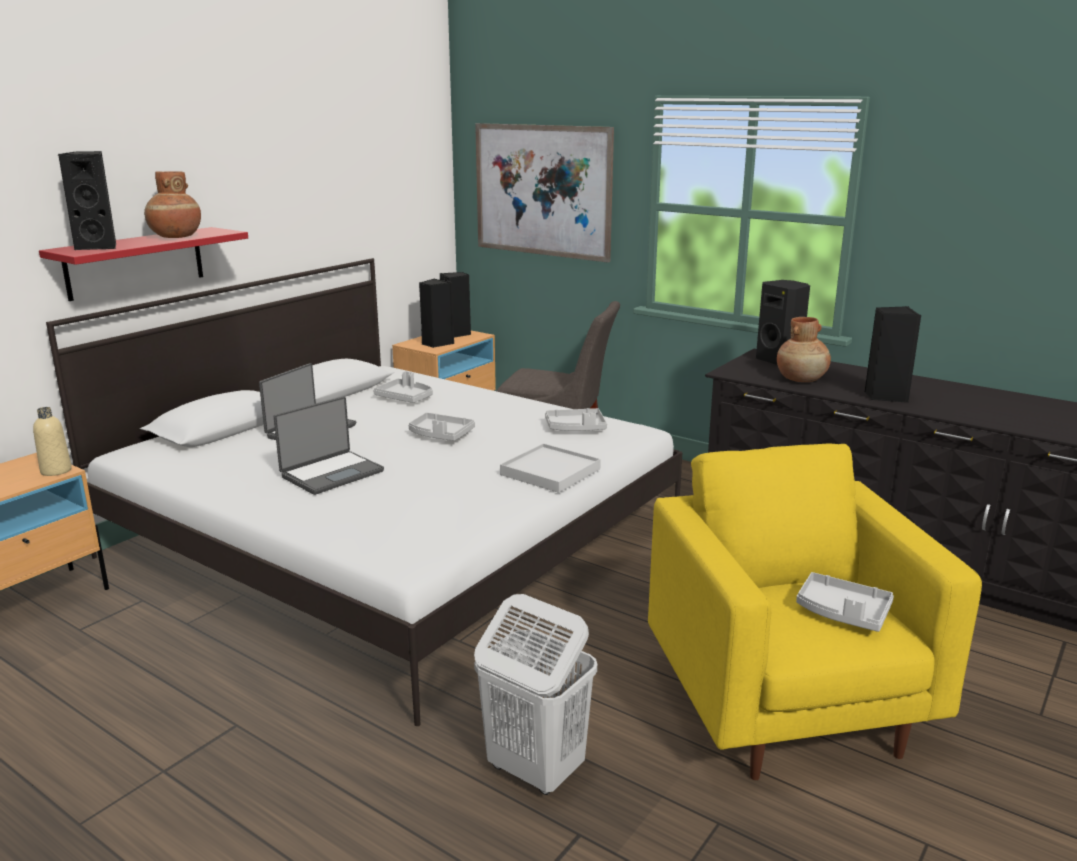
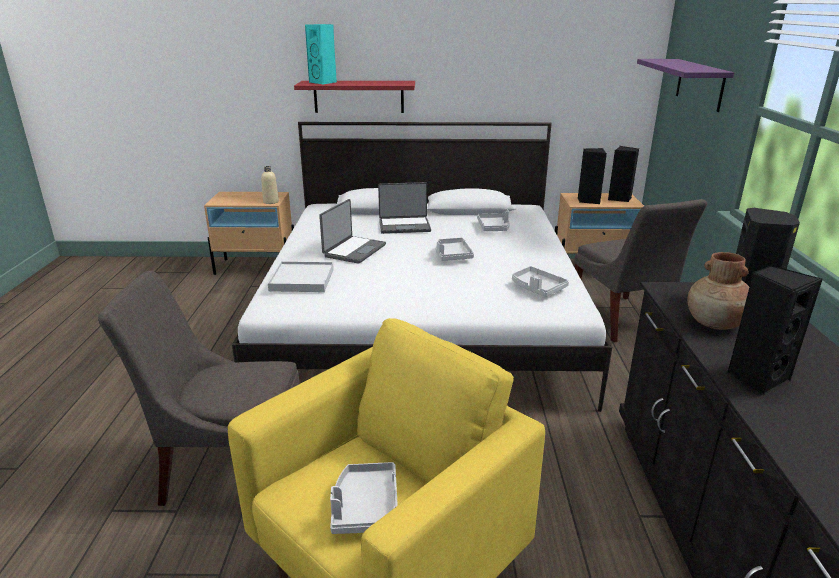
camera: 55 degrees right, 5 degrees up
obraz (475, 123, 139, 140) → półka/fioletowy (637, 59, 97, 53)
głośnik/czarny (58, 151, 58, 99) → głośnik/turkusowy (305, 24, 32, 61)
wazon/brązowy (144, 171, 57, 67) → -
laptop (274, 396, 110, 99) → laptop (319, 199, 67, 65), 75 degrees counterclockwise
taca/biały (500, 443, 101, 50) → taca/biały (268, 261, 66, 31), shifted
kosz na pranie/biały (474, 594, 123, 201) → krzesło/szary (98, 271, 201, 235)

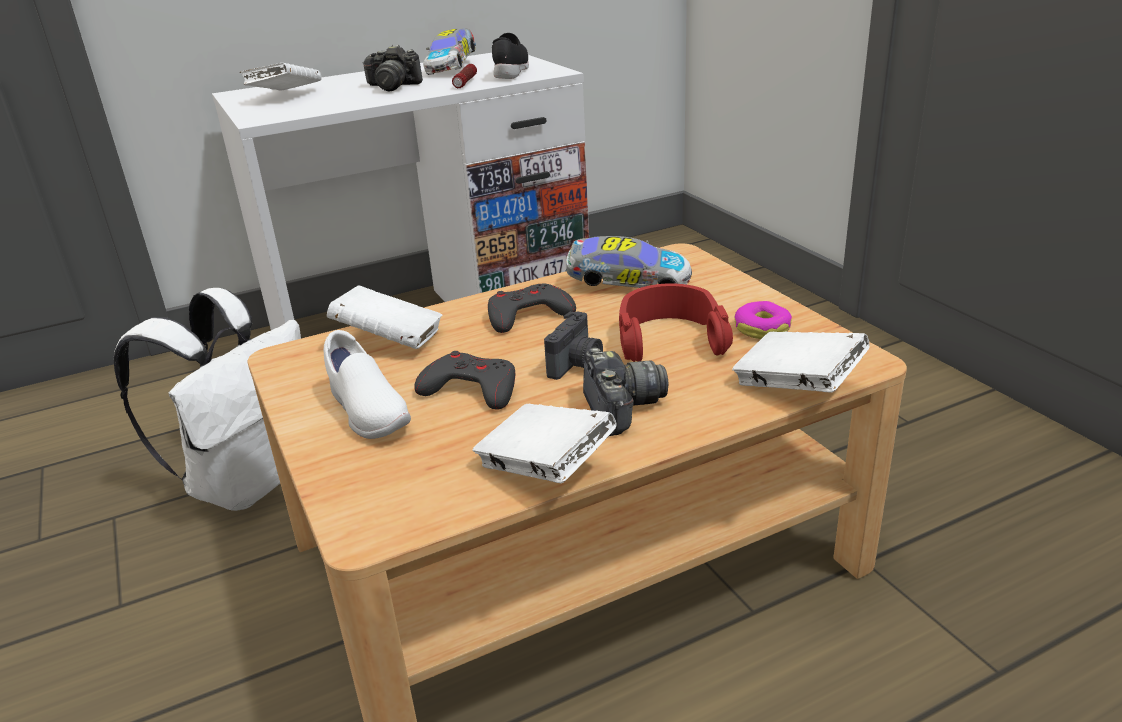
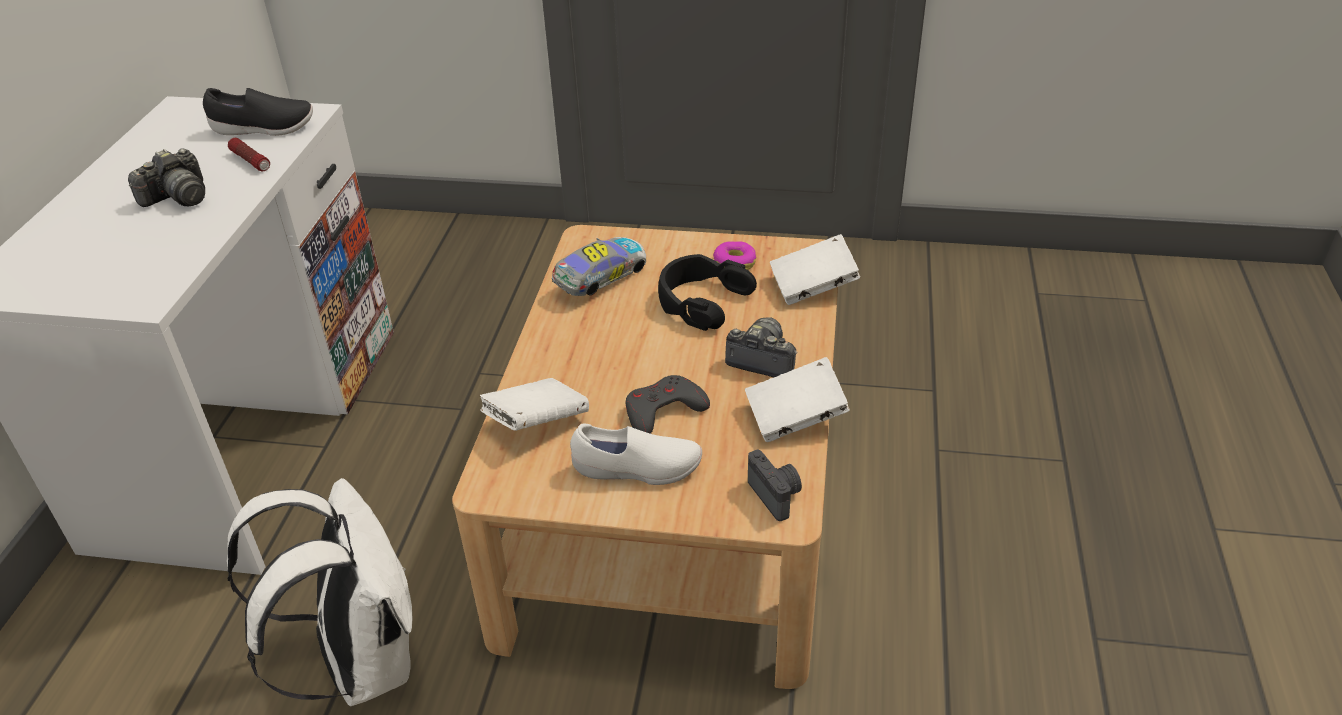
camera: 55 degrees left, 10 degrees up
samochodzik (423, 28, 53, 47) → -
but/czarny (492, 33, 37, 46) → but/czarny (203, 88, 110, 48), 135 degrees clockwise
książka/biały (240, 63, 82, 27) → -
słuchawki/czerwony (619, 283, 114, 79) → słuchawki/czarny (658, 254, 99, 77)
pad do gier/szary (488, 284, 88, 49) → -
aparat fotograficzny (544, 311, 59, 69) → aparat fotograficzny (748, 450, 54, 71), shifted

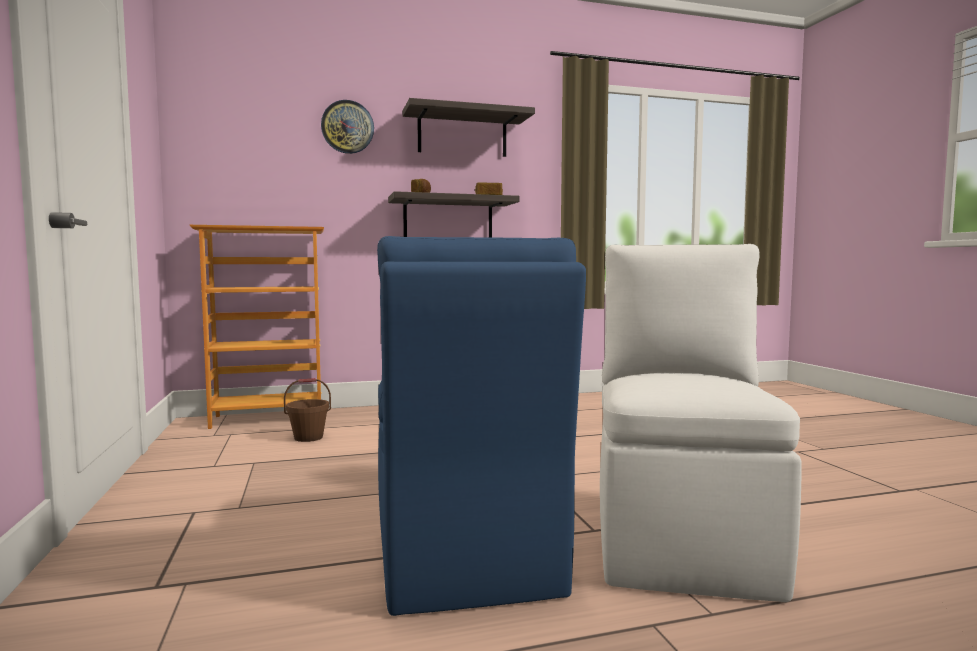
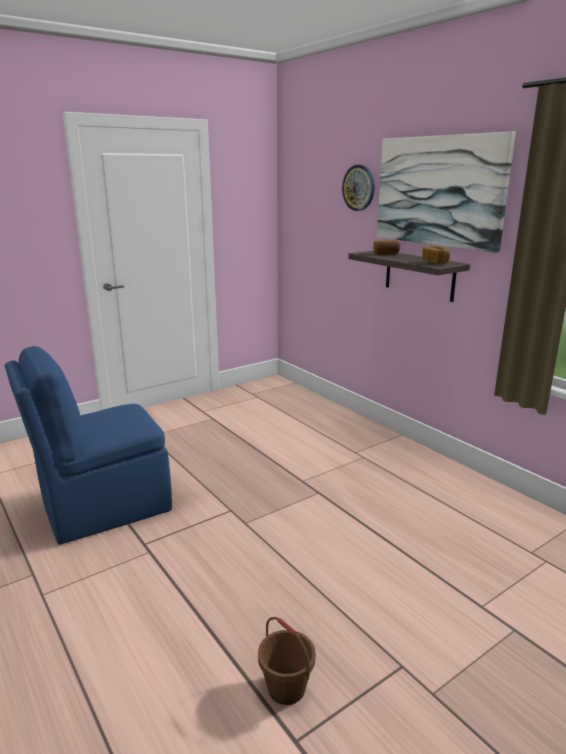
camera: 70 degrees right, 15 degrees up
półka (403, 98, 132, 59) → obraz (377, 131, 139, 122)
regał (190, 225, 134, 204) → -
krzesło/biały (600, 244, 202, 358) → -
wiadro/brązowy (284, 378, 47, 64) → wiadro/brązowy (258, 617, 58, 88), shifted

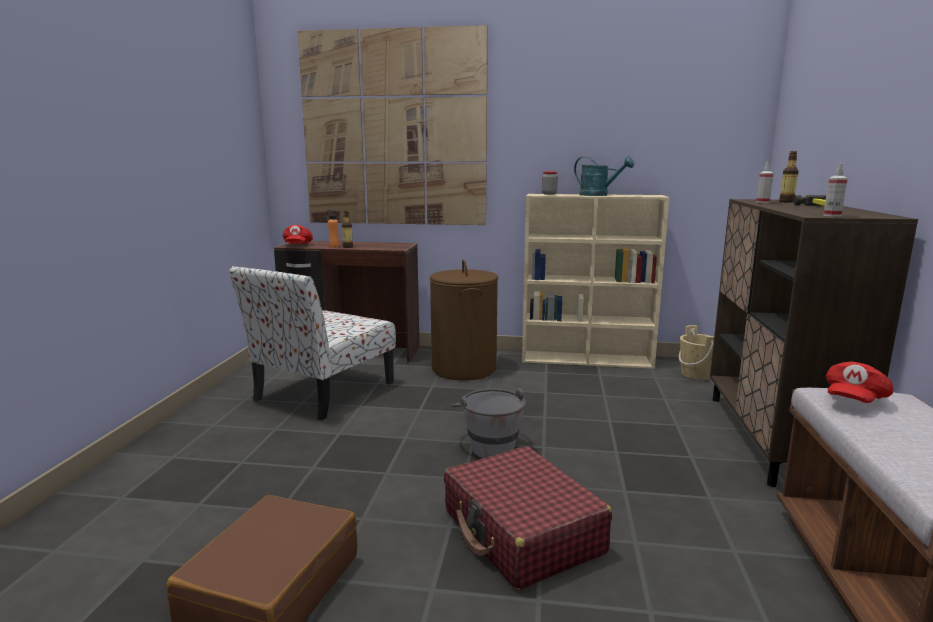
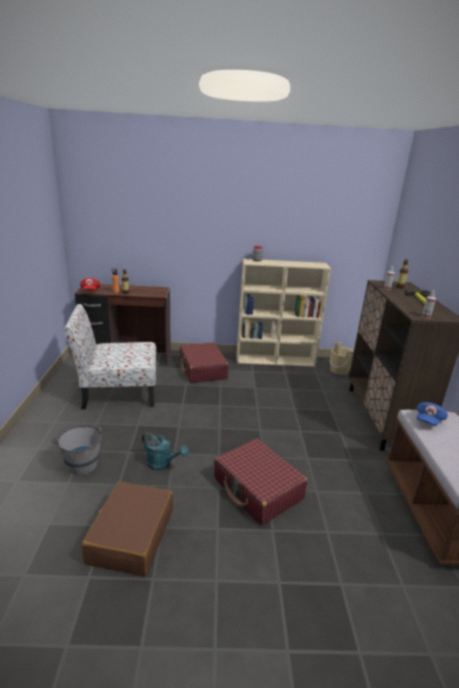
camera: 10 degrees left, 10 degrees up
obraz (298, 25, 190, 200) → -
konewka/turkusowy (574, 156, 60, 40) → konewka/turkusowy (142, 432, 47, 38), shifted
kosz na pranie/brązowy (430, 259, 69, 121) → walizka/czerwony (180, 342, 49, 41)
krzesło (229, 266, 167, 155) → krzesło (64, 304, 92, 105), 60 degrees clockwise
czapka z daszkiem/czerwony (826, 361, 67, 42) → czapka z daszkiem/niebieski (416, 402, 32, 24)
wiadro/szary (451, 388, 75, 70) → wiadro/szary (51, 425, 51, 50), shifted

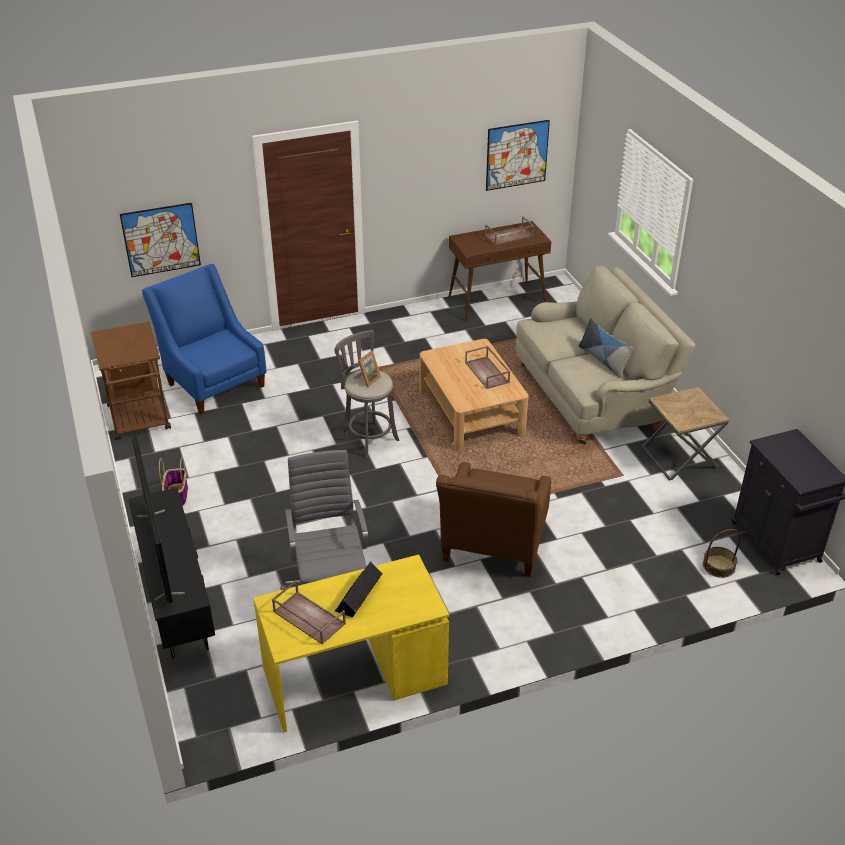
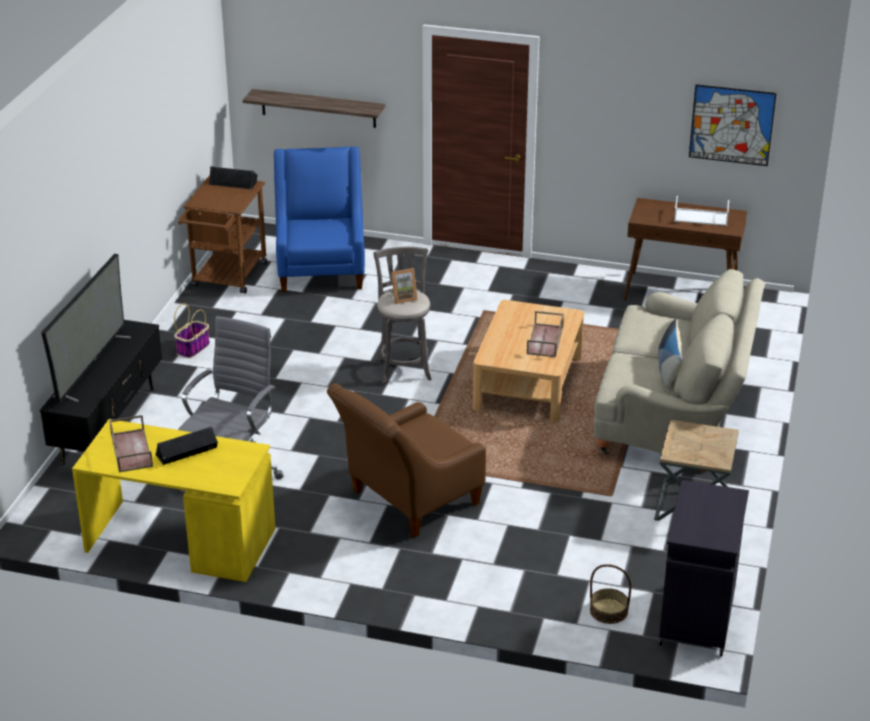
camera: 35 degrees right, 5 degrees down
obraz (120, 203, 81, 74) → półka (243, 89, 142, 39)
taca/brązowy (485, 216, 49, 29) → taca/biały (674, 196, 55, 30)
- → głośnik/czarny (209, 166, 48, 24)

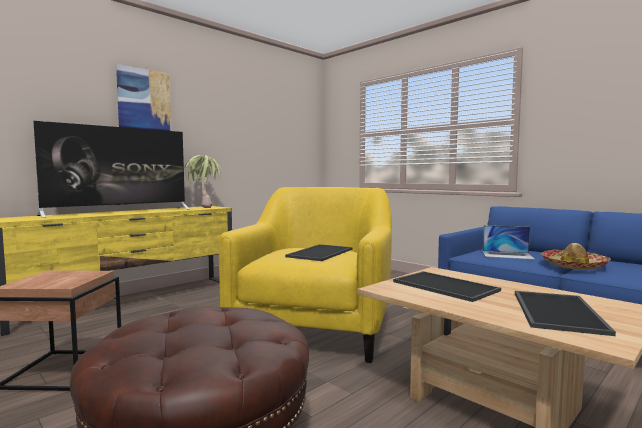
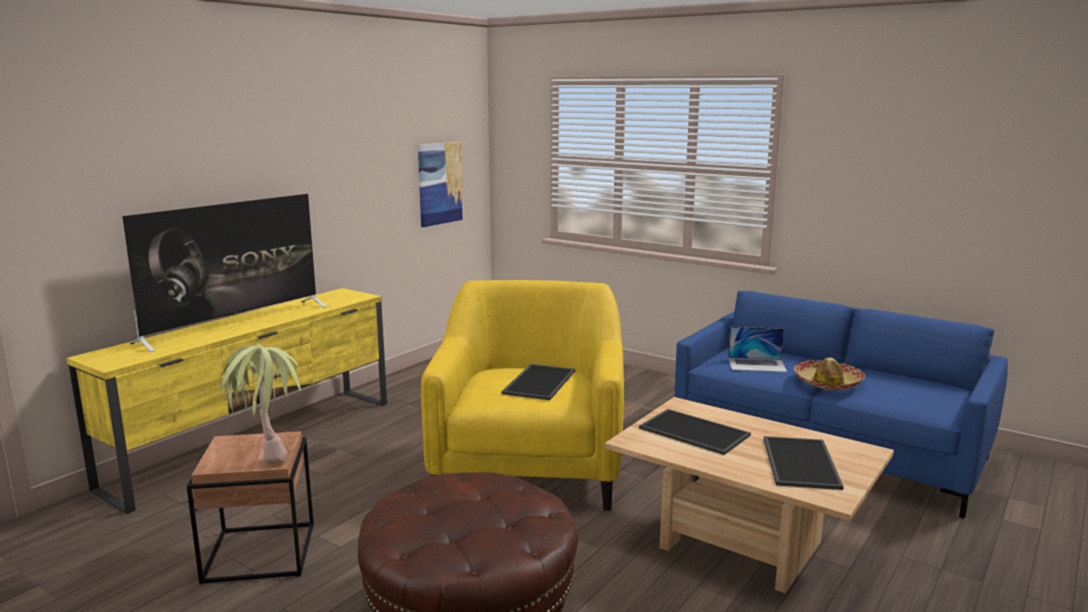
camera: 10 degrees left, 10 degrees up
obraz (116, 64, 55, 67) → obraz (418, 142, 46, 85), shifted
roślina doniczkowa (184, 155, 38, 53) → roślina doniczkowa (217, 345, 84, 119), shifted

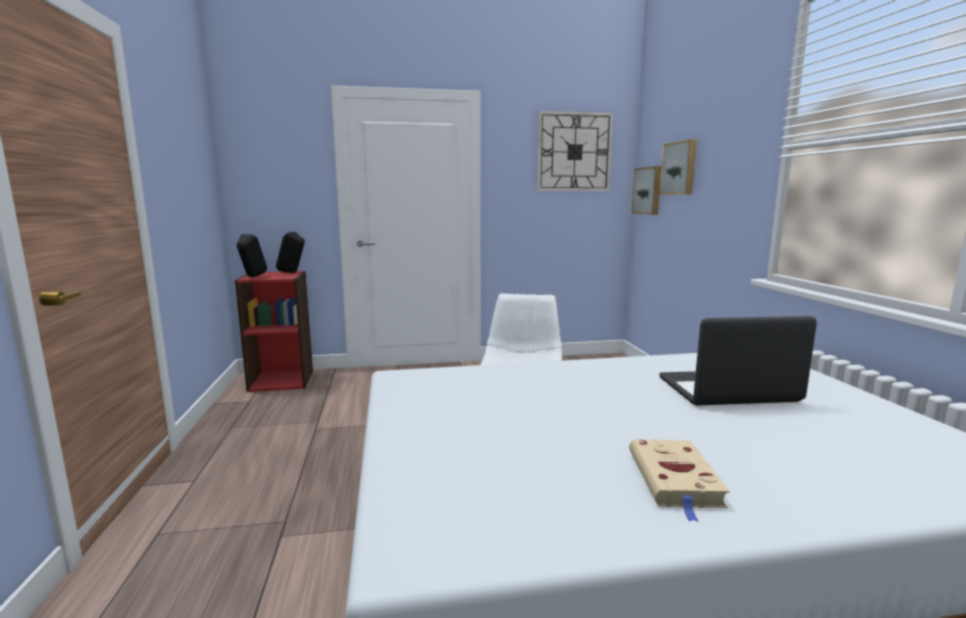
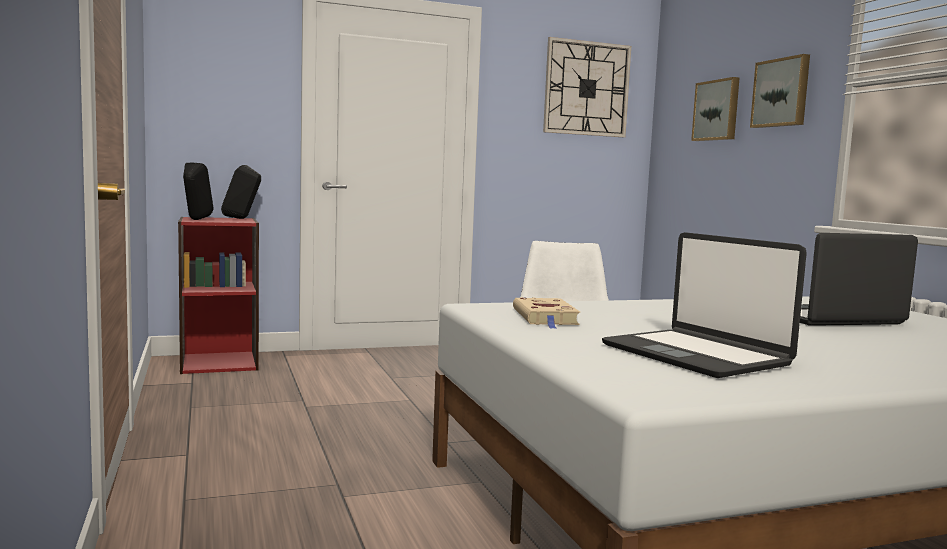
camera: 10 degrees left, 5 degrees down
obraz (631, 166, 30, 49) → obraz (750, 54, 60, 74), shifted
książka/beżowy (629, 439, 100, 83) → książka/beżowy (513, 297, 67, 32), shifted
- → laptop (602, 232, 205, 146)

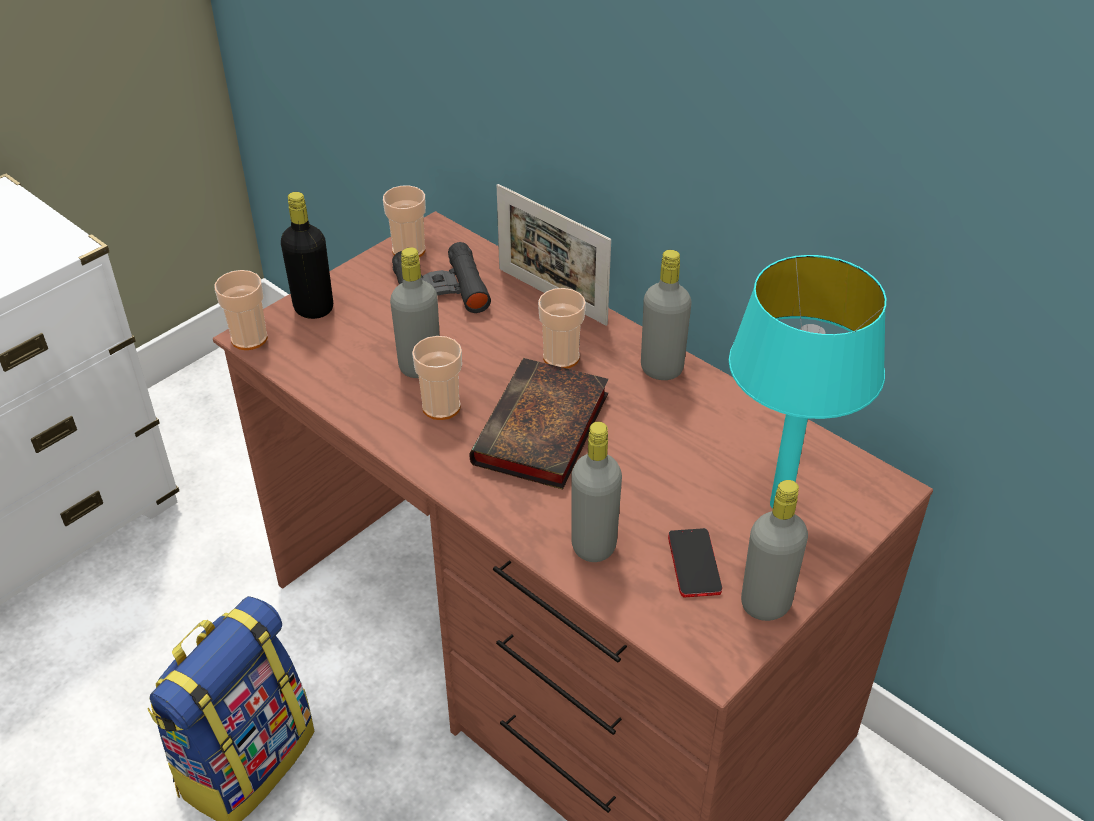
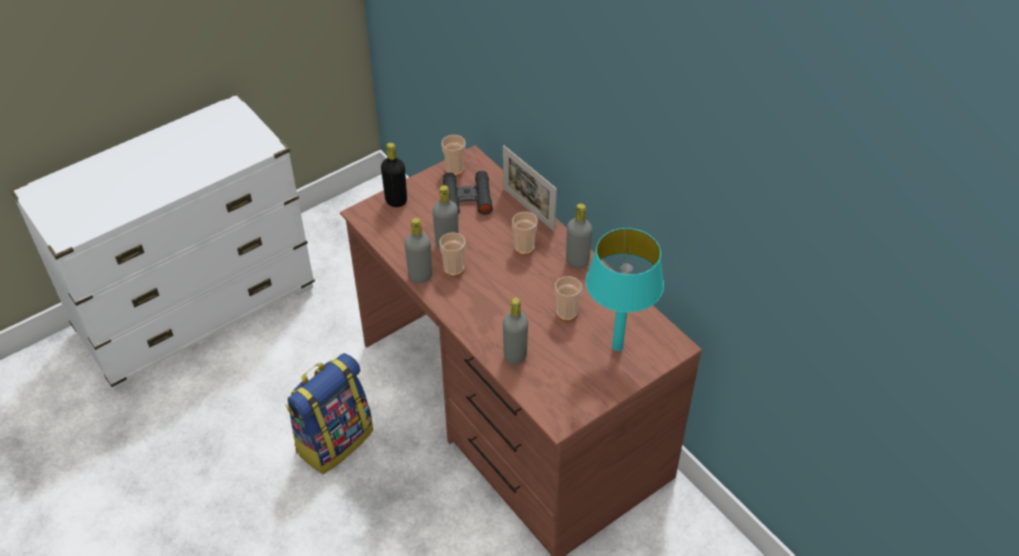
camera: 10 degrees right, 5 degrees up
filiżanka (214, 270, 54, 80) → filiżanka (555, 276, 27, 45), shifted
książka (469, 358, 140, 132) → -
butelka/szary (741, 480, 67, 141) → butelka/szary (404, 218, 28, 65), shifted
telefon (668, 528, 54, 70) → -

